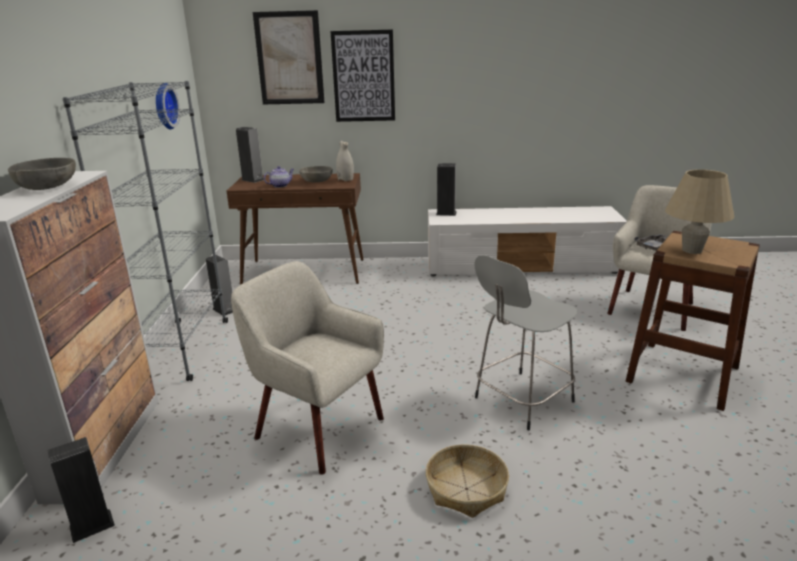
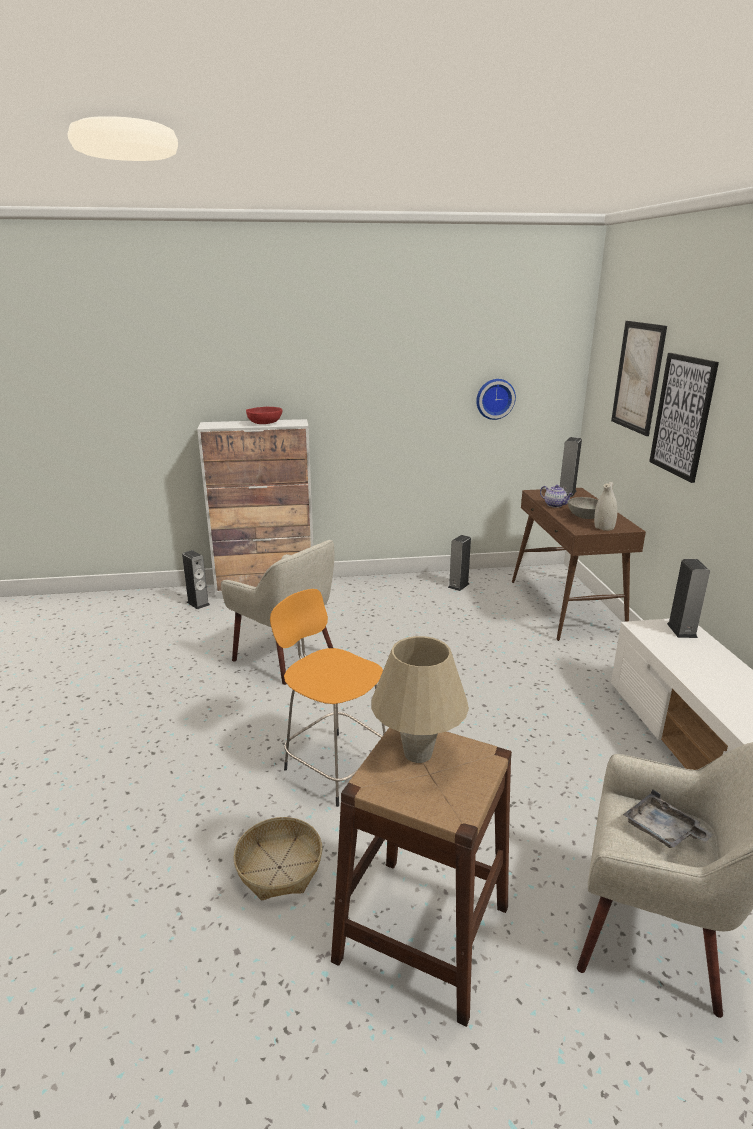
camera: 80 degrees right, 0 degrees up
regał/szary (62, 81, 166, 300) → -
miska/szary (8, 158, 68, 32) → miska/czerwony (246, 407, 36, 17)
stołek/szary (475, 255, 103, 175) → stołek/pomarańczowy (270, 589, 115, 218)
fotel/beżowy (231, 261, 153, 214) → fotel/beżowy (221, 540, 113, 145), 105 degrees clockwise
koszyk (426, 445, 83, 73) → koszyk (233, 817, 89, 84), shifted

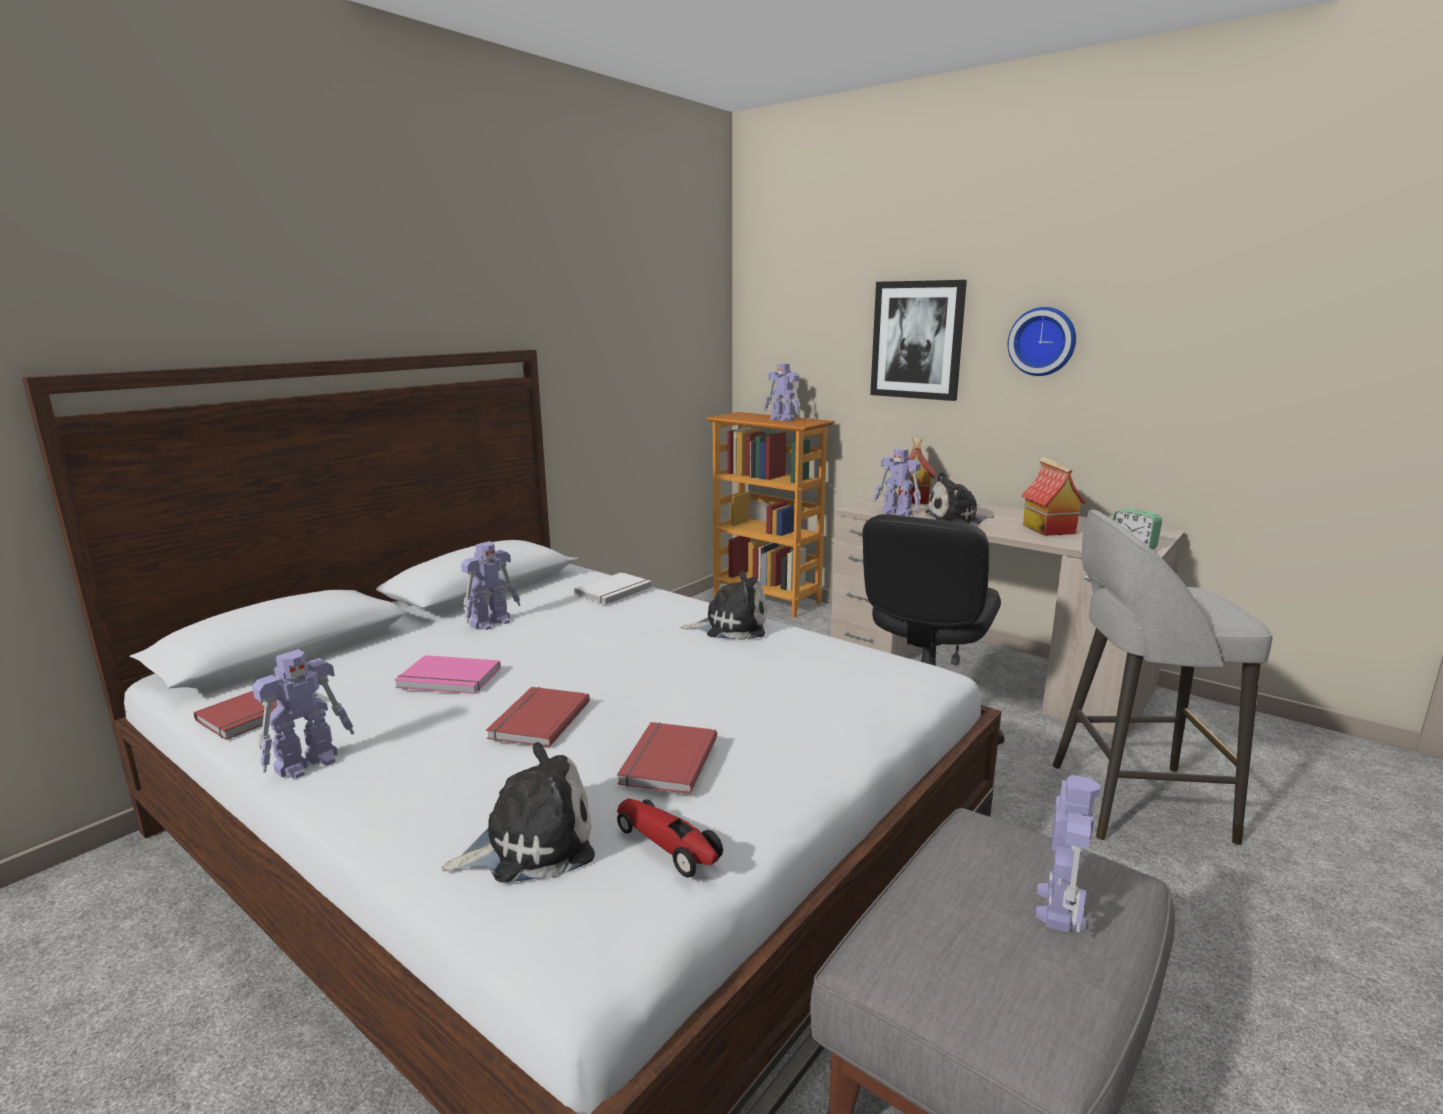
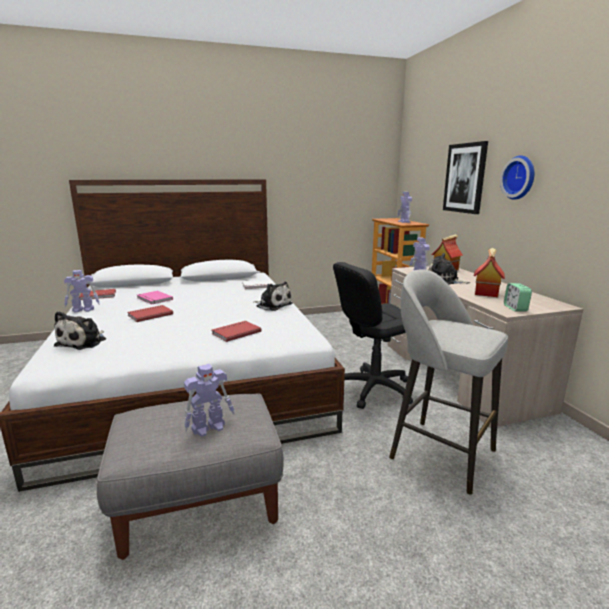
camera: 35 degrees right, 0 degrees up
robot zabawkowy (461, 541, 59, 89) → -
książka/czerwony (617, 722, 100, 72) → książka/czerwony (212, 321, 50, 21), shifted
pluszak (441, 742, 154, 140) → pluszak (54, 311, 52, 39), 90 degrees clockwise
samochodzik (617, 798, 106, 80) → -

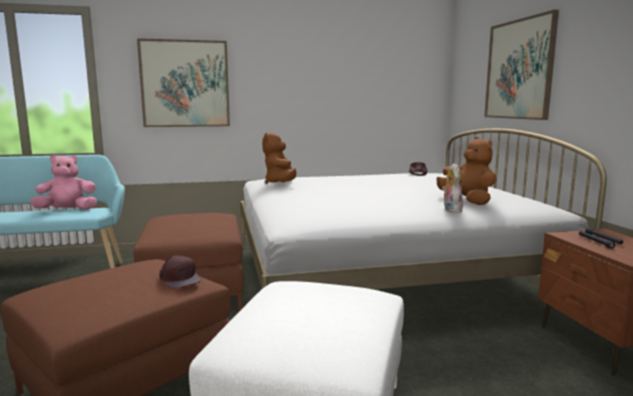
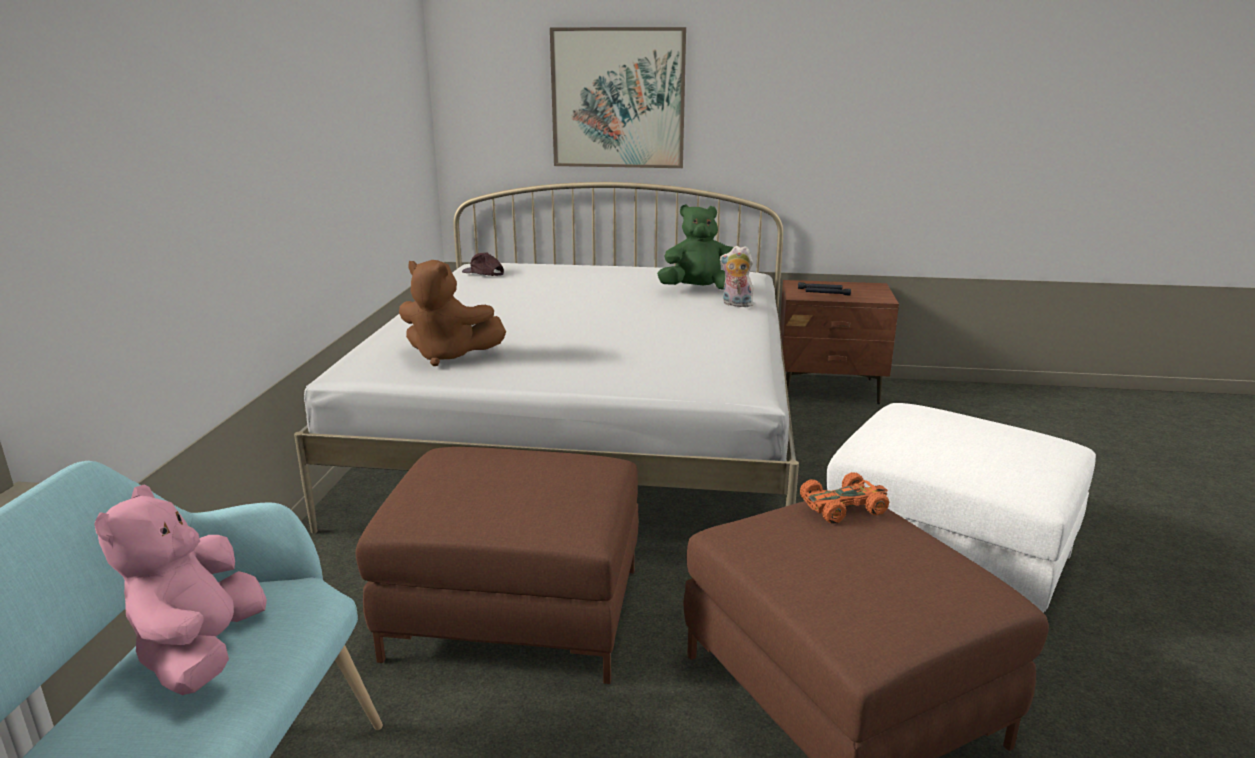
camera: 70 degrees left, 10 degrees up
obraz (137, 38, 93, 89) → -
pluszak/brązowy (437, 137, 59, 68) → pluszak/zielony (657, 204, 77, 86)
czapka z daszkiem/brązowy (159, 255, 42, 33) → samochodzik/pomarańczowy (800, 472, 89, 52)

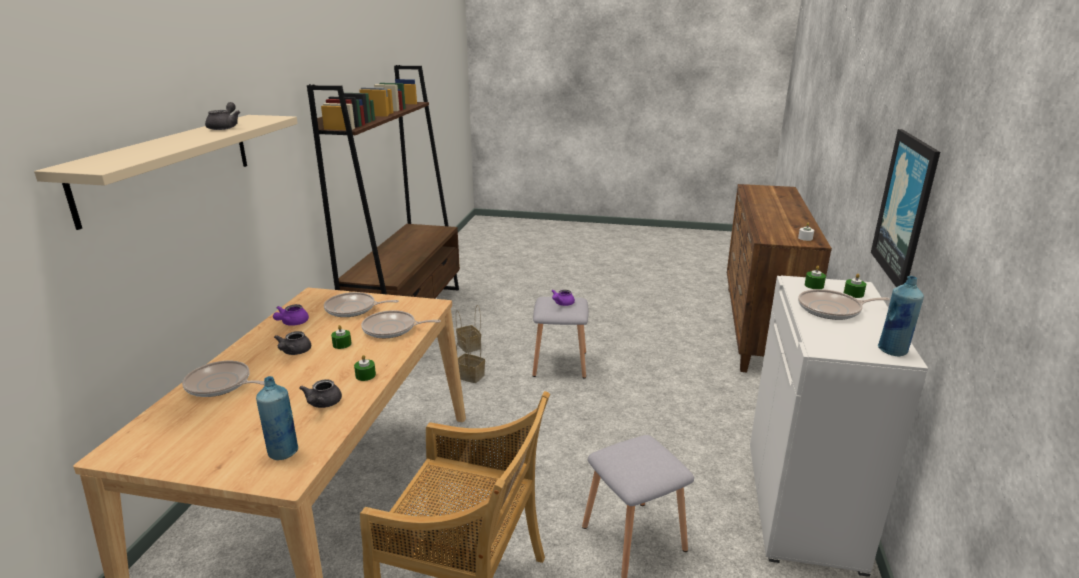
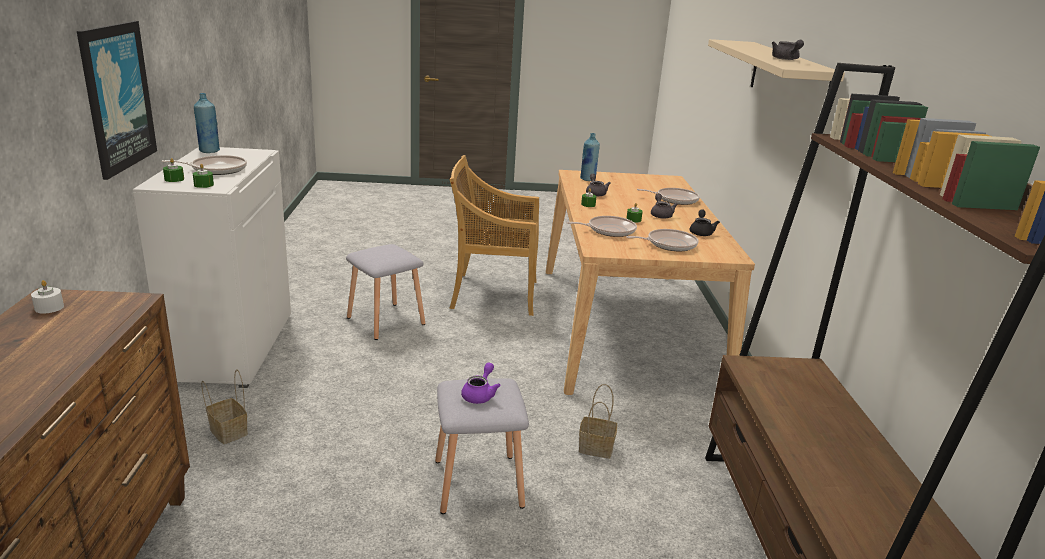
camera: 165 degrees right, 0 degrees up
imbryk/fioletowy (273, 304, 36, 22) → imbryk/czarny (690, 209, 30, 27)
koszyk (456, 305, 25, 48) → koszyk (201, 370, 47, 74), shifted

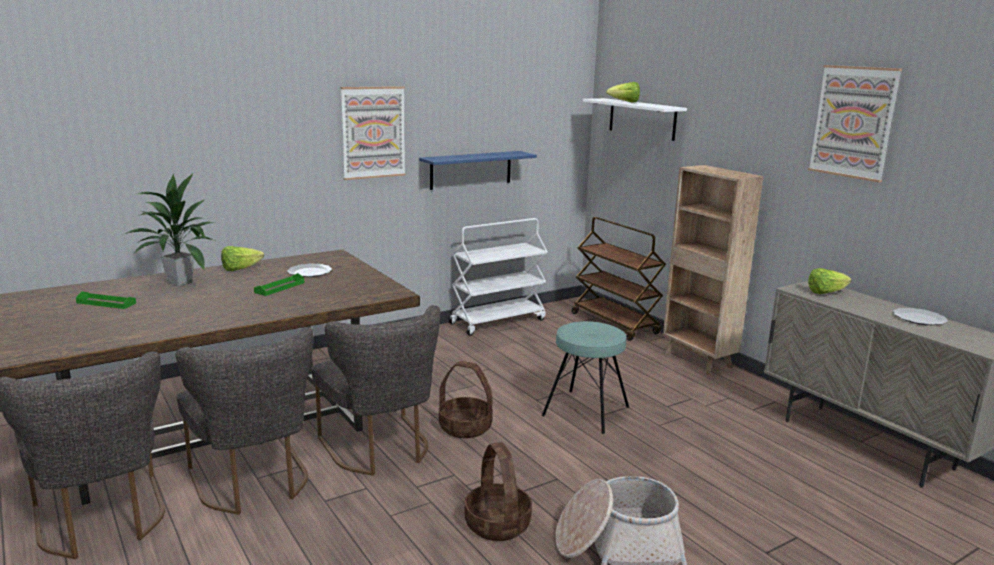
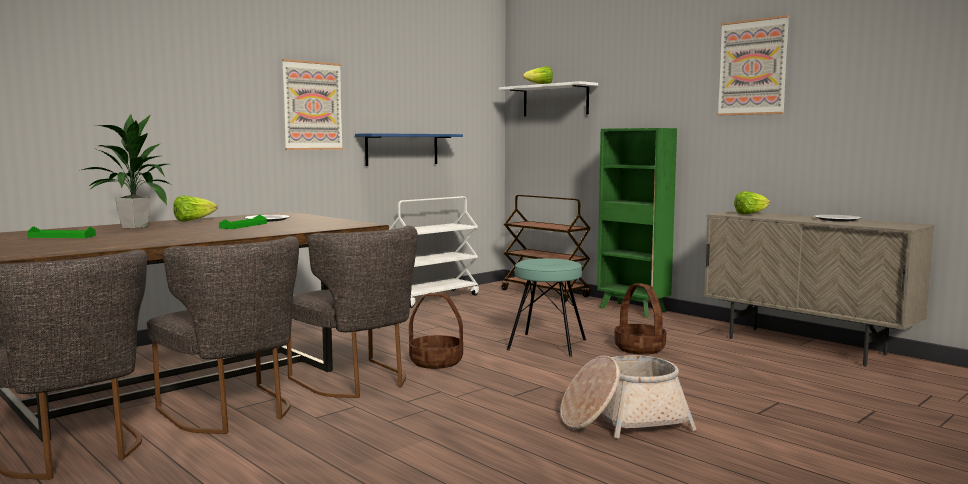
camera: 10 degrees left, 10 degrees down
regał/brązowy (663, 165, 100, 210) → regał/zielony (597, 128, 80, 189)
koszyk (465, 442, 67, 99) → koszyk (614, 283, 52, 72), shifted

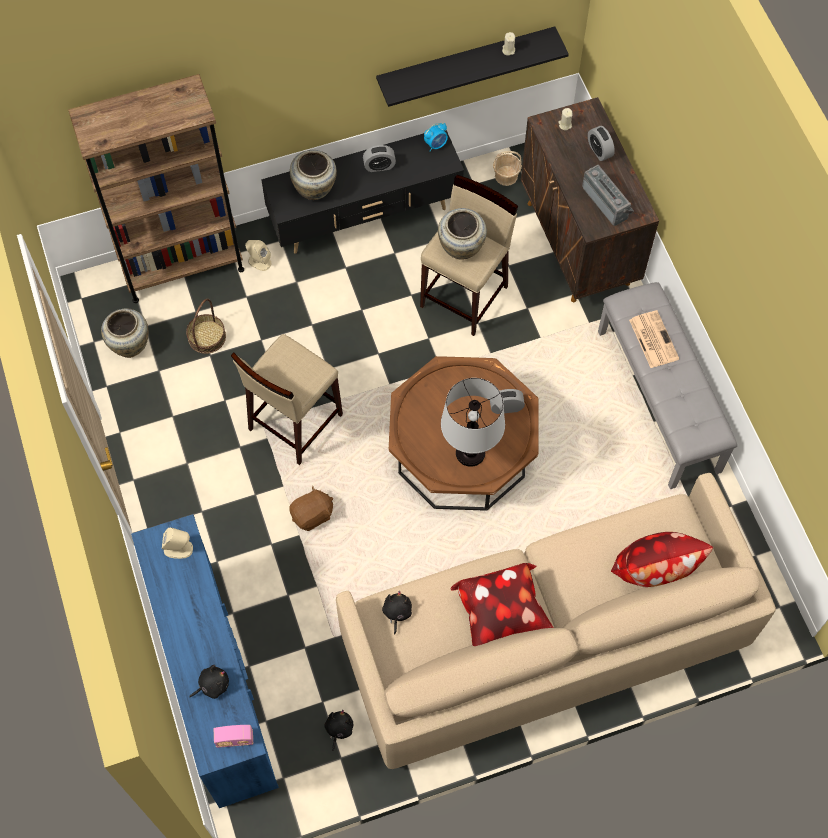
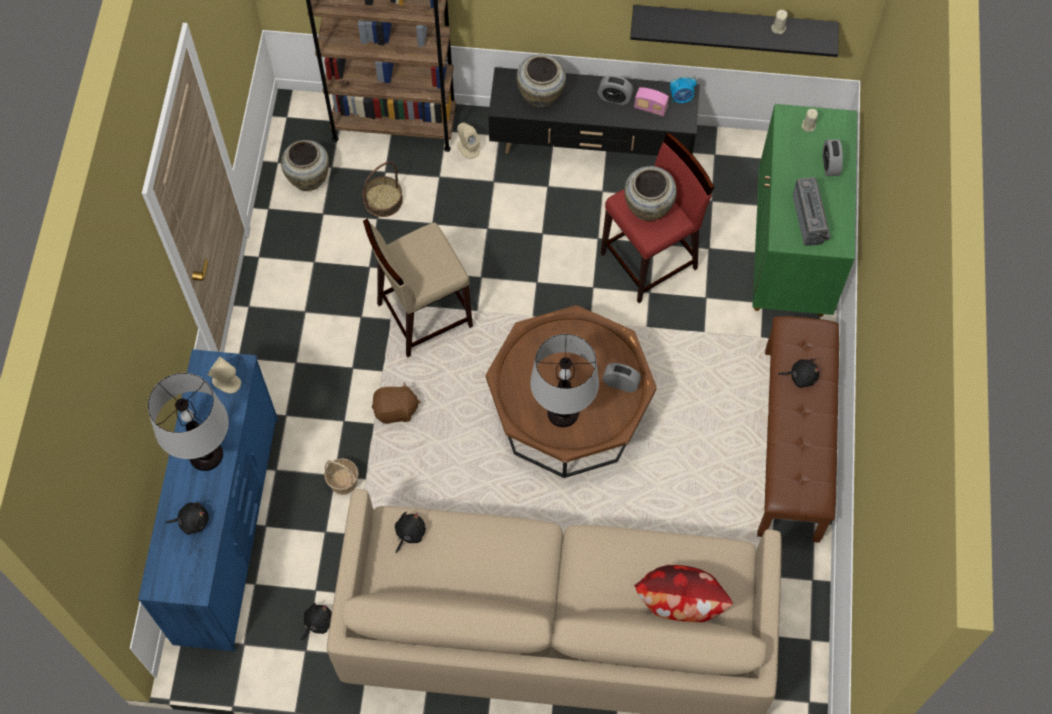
camera: 25 degrees right, 0 degrees up
szafka/brązowy (521, 97, 138, 205) → szafka/zielony (752, 104, 105, 213)
koszyk (493, 151, 29, 35) → koszyk (324, 458, 35, 37), shifted
stołek/beżowy (420, 175, 98, 161) → stołek/czerwony (601, 133, 114, 170)
ławka/szary (598, 282, 139, 207) → ławka/brązowy (757, 316, 82, 227)
gazeta (629, 310, 50, 58) → pluszak/czarny (778, 359, 42, 29)
poduszka (450, 563, 104, 83) → -
radio (214, 725, 39, 23) → radio (634, 87, 35, 29), shifted
- → lampa stołowa (148, 373, 81, 98)

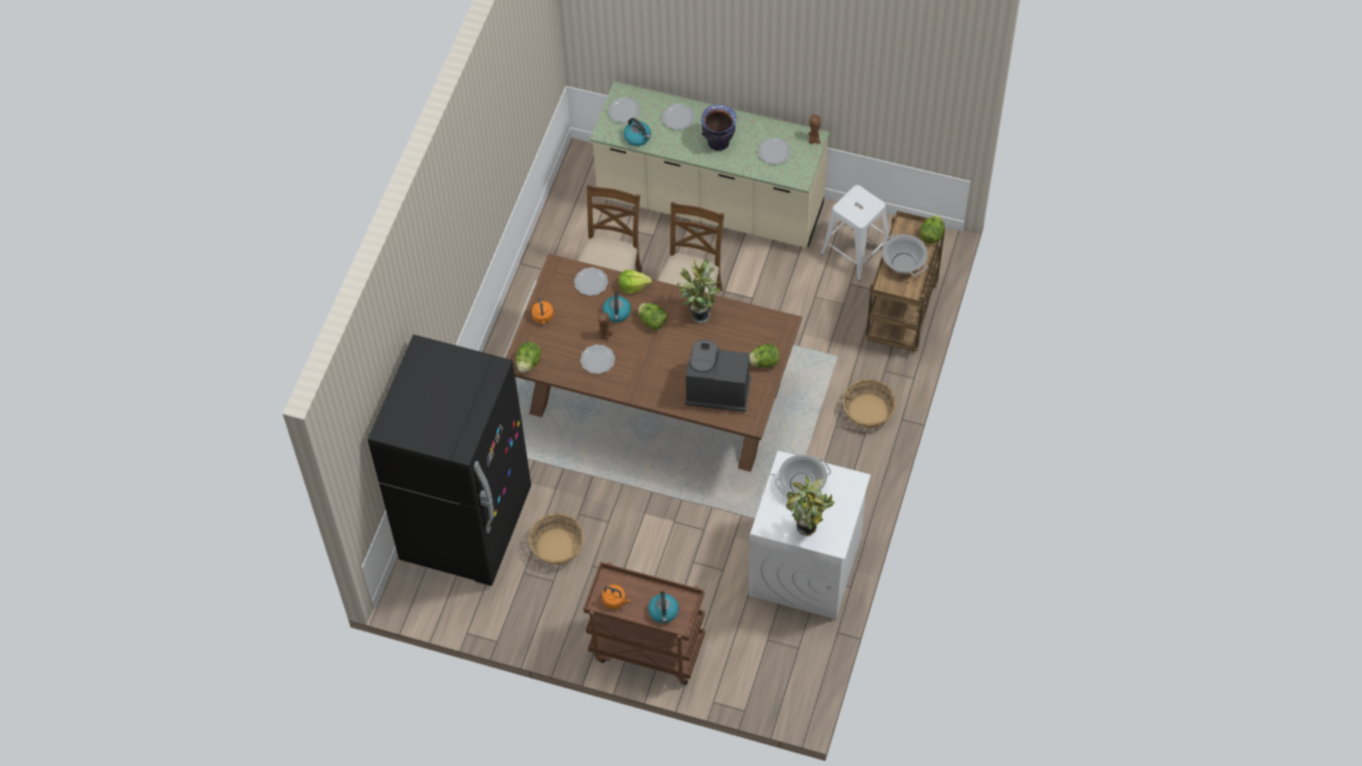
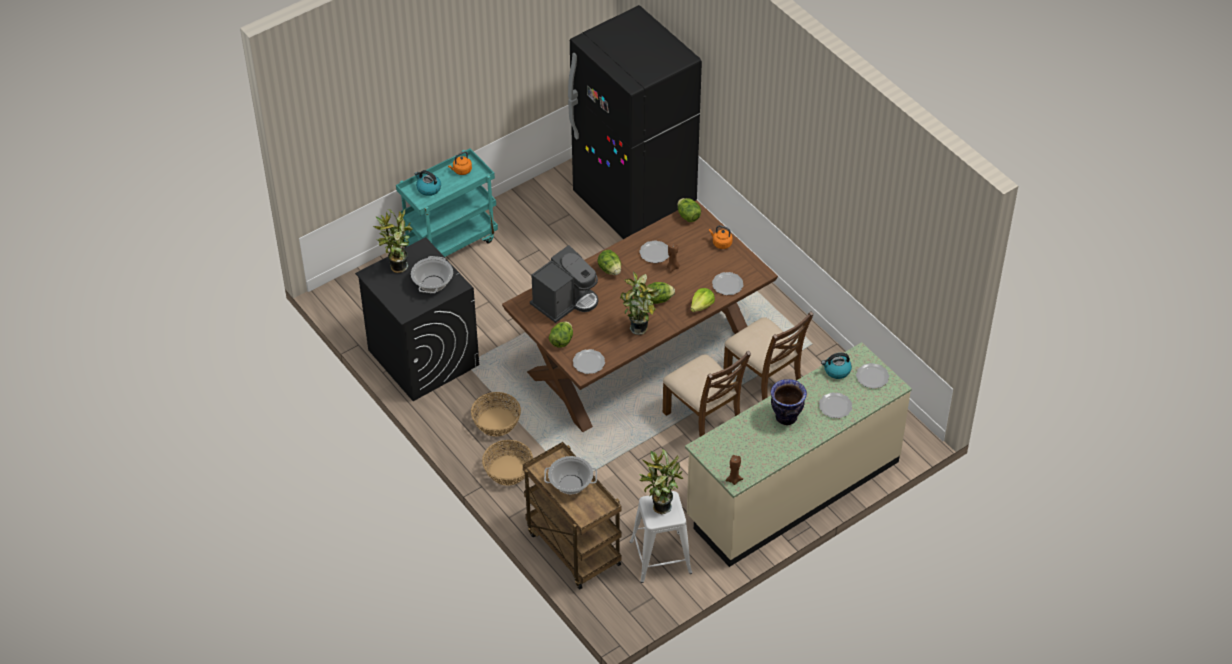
camera: 125 degrees right, 10 degrees down
talerz (758, 138, 33, 27) → talerz (573, 349, 32, 25), shifted
sałata (920, 215, 24, 29) → sałata (597, 250, 24, 25), shifted
czajnik (603, 292, 28, 30) → -
pralka/biały (749, 451, 122, 168) → pralka/czarny (355, 237, 124, 164)
koszyk (529, 514, 55, 51) → koszyk (471, 392, 50, 45), shifted
wózek/brązowy (583, 562, 122, 123) → wózek/turkusowy (396, 149, 102, 108)
- → roślina doniczkowa (639, 449, 44, 65)

